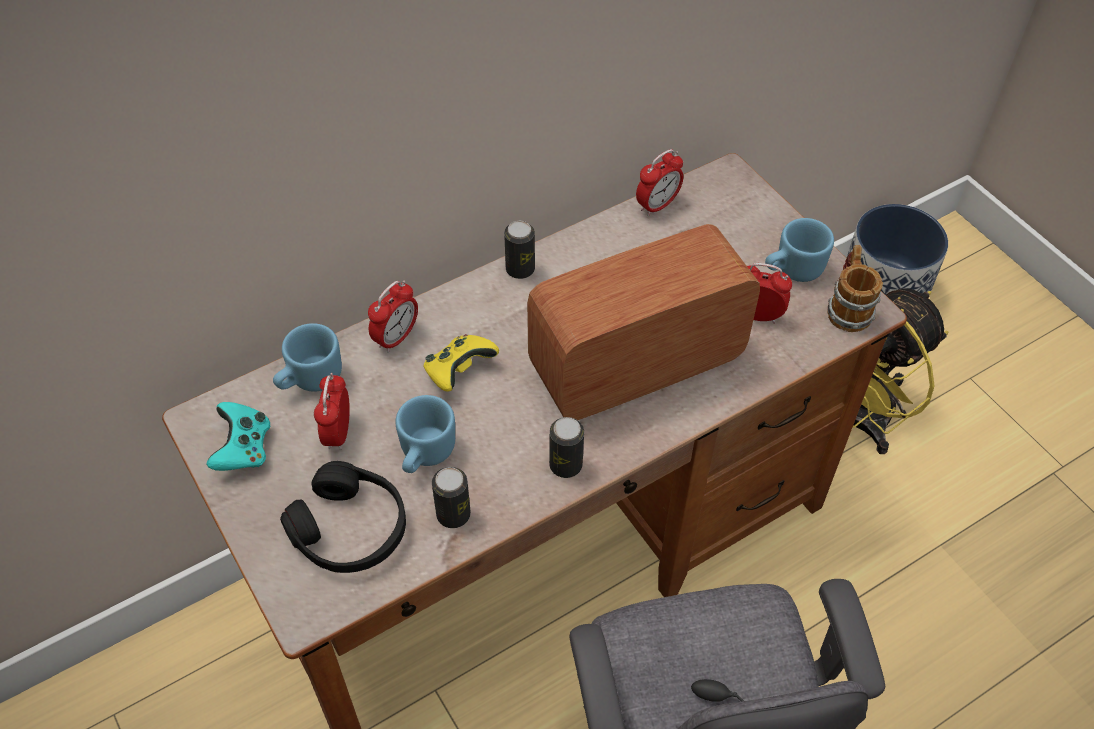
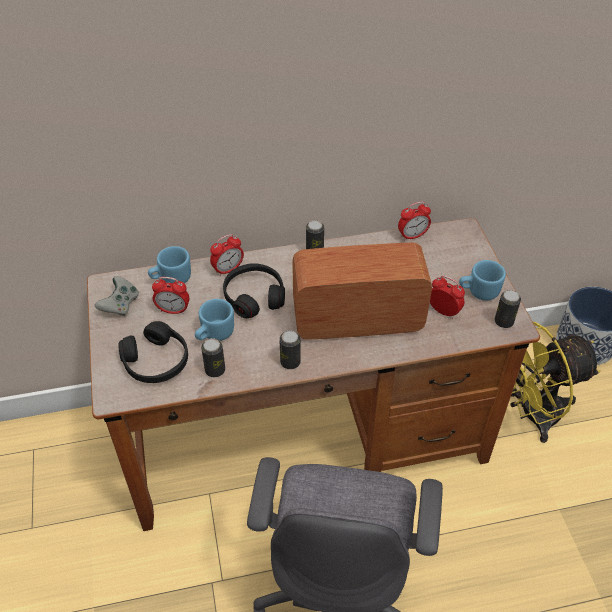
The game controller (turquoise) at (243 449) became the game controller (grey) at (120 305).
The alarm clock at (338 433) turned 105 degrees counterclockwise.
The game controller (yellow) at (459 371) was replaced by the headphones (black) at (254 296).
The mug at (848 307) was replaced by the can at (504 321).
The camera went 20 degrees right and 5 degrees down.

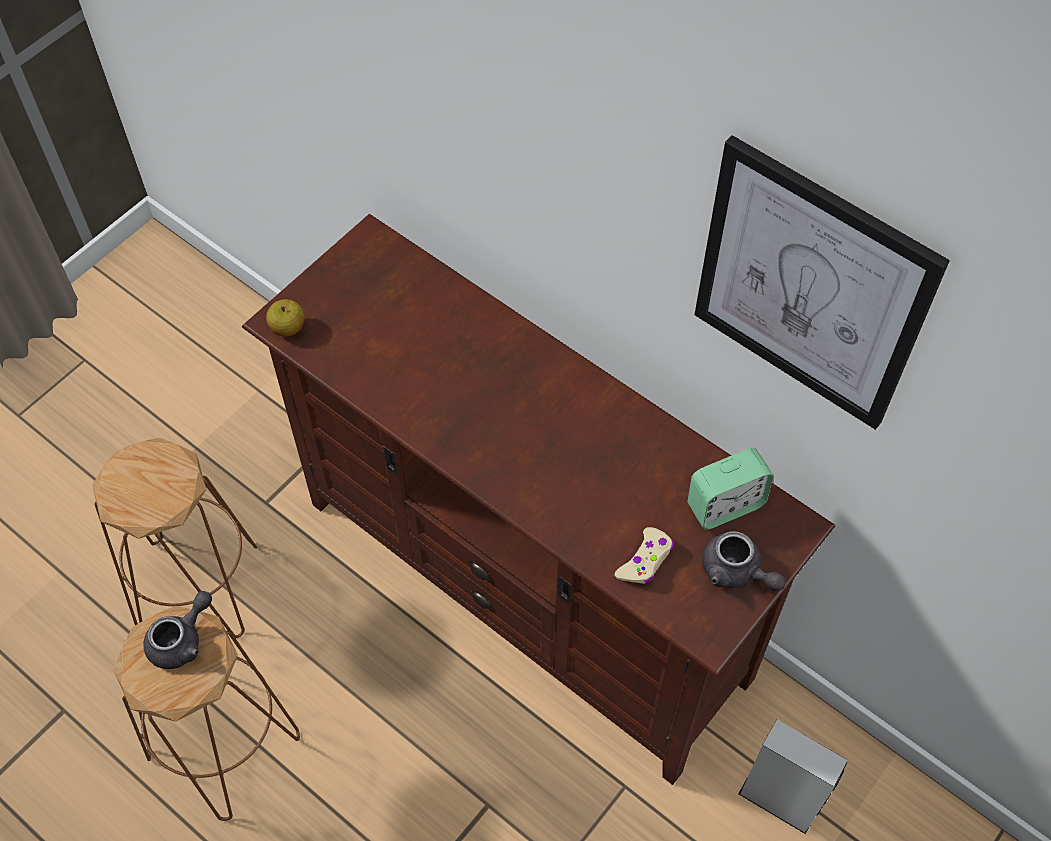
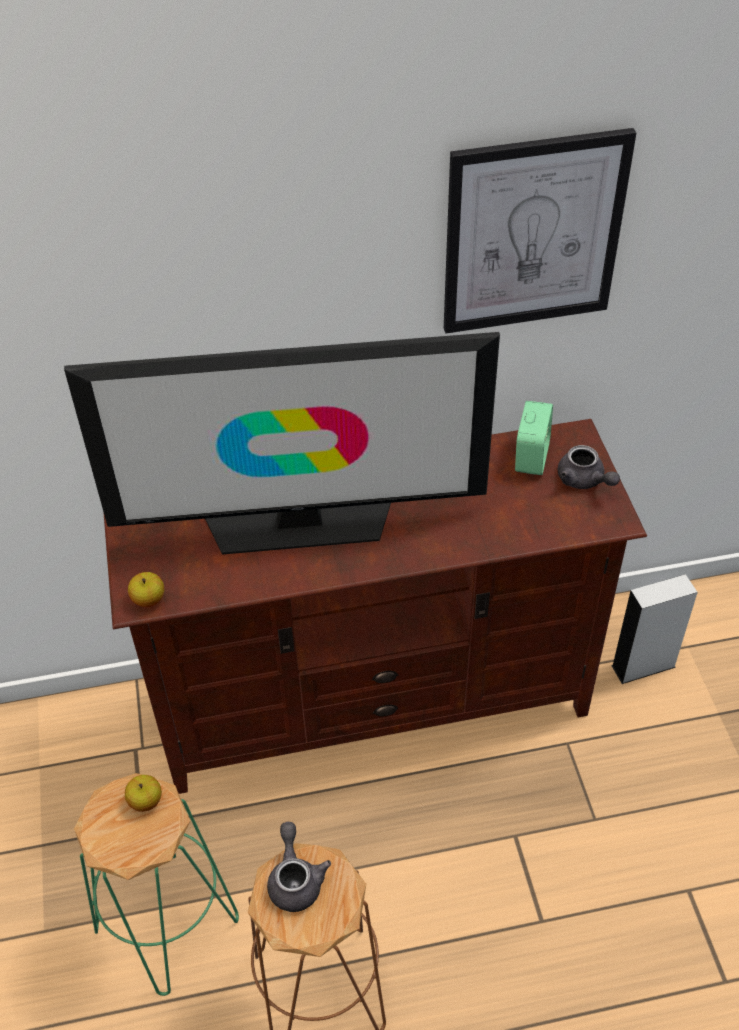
The television at (299 522) appeared.
The stool (brown) at (199 588) became the stool (green) at (168 922).
The apple at (145 801) appeared.
The teapot (grey) at (737 572) turned 60 degrees clockwise.
The game controller (beige) at (645 561) disappeared.
The camera went 50 degrees left and 10 degrees down.

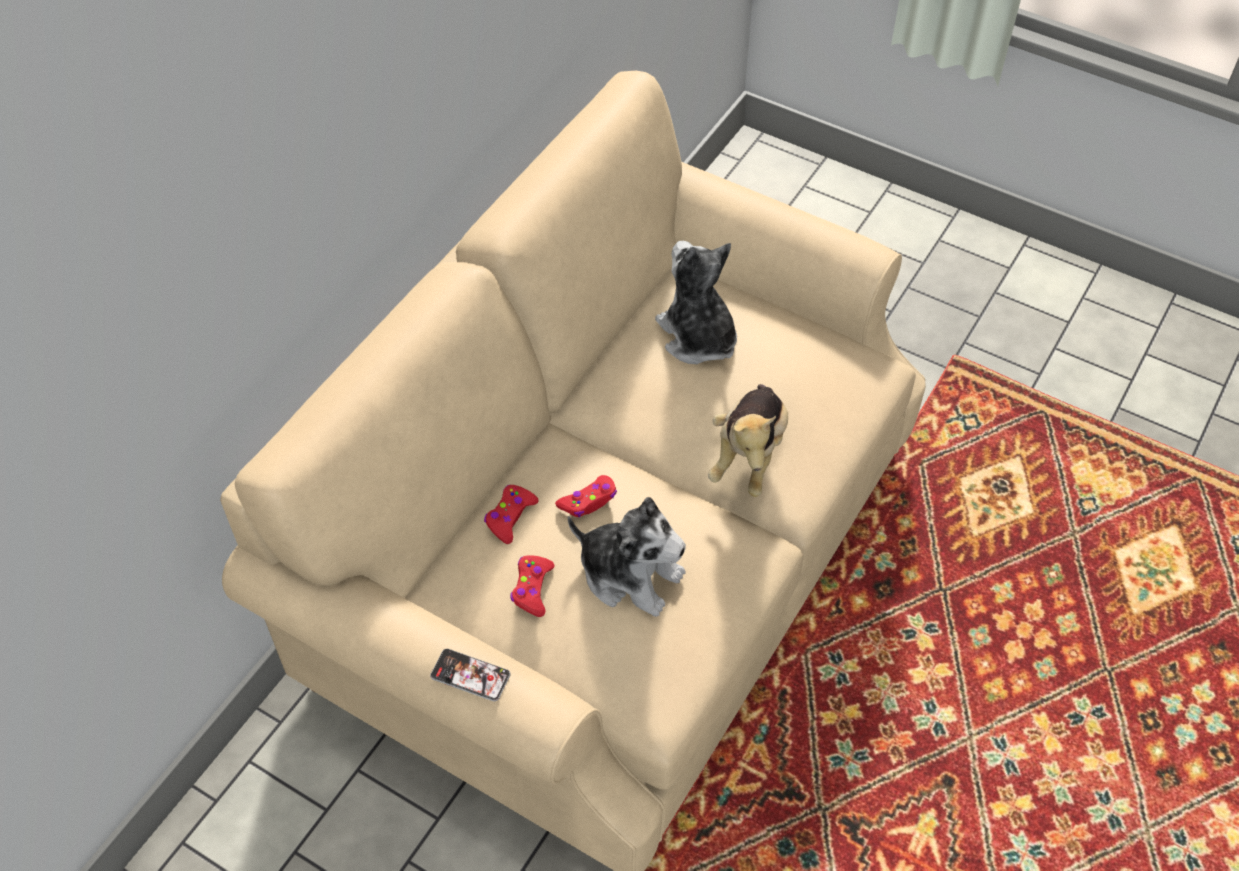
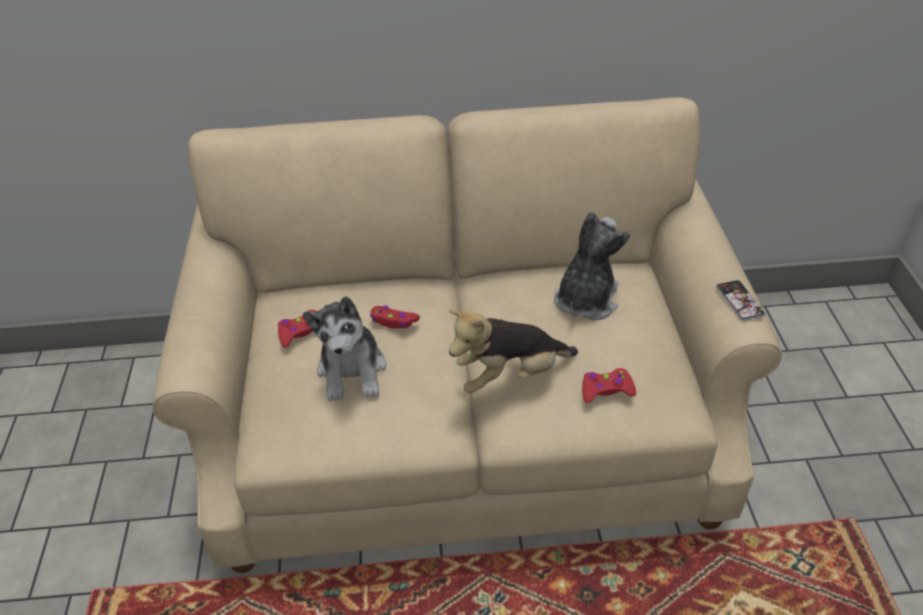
The game controller (red) moved from (510 517) to (606 390).
The phone moved from (470 675) to (739 301).
The camera went 55 degrees right and 10 degrees down.

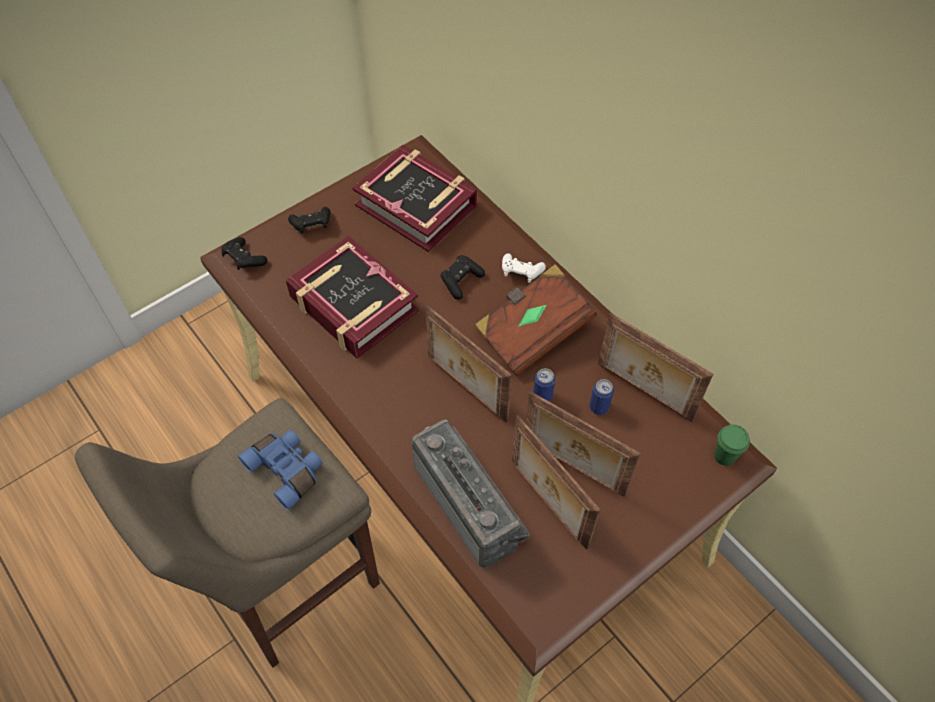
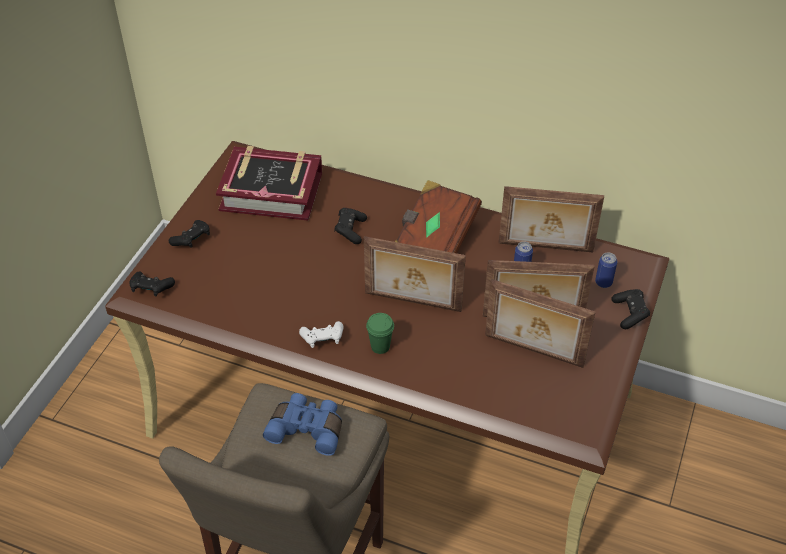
The game controller (white) moved from (521 273) to (323 340).
The cup (green) moved from (724 456) to (380 346).
The can moved from (542 396) to (603 282).
The game controller (black) at (630 313) appeared.
The book at (353 305) disappeared.
The radio at (471 503) disappeared.
The camera went 30 degrees left and 10 degrees down.

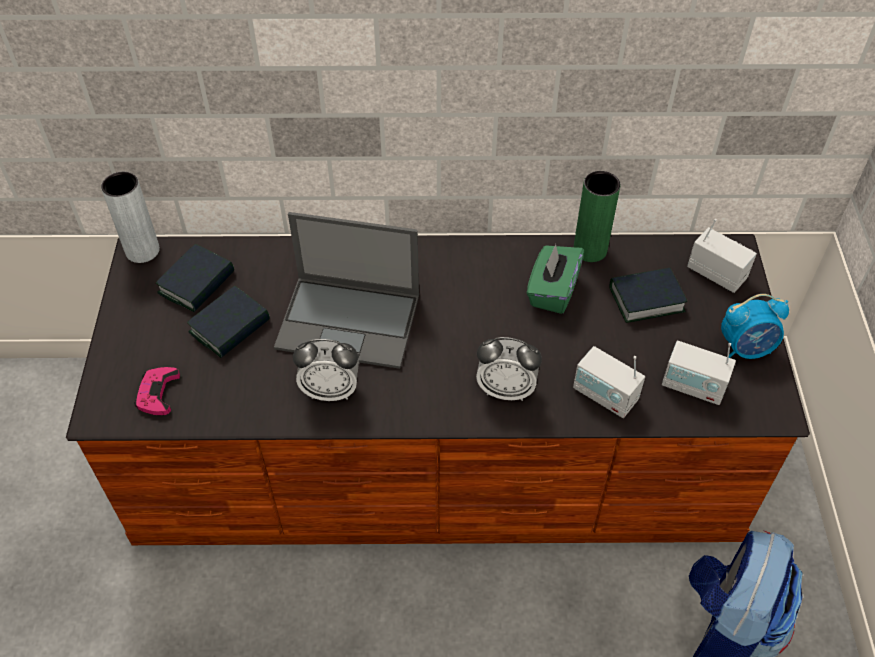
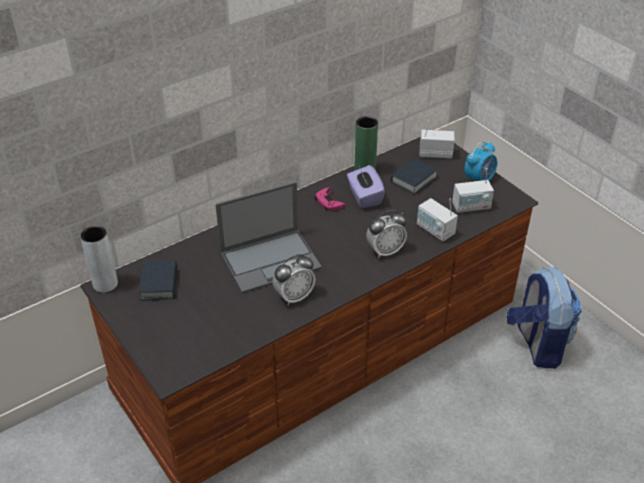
The game controller (pink) moved from (158 393) to (329 202).
The tissue box (green) at (552 291) became the tissue box (purple) at (364 197).
The radio at (605 396) turned 45 degrees clockwise.
The book at (230 327) disappeared.
The camera went 35 degrees left and 10 degrees down.

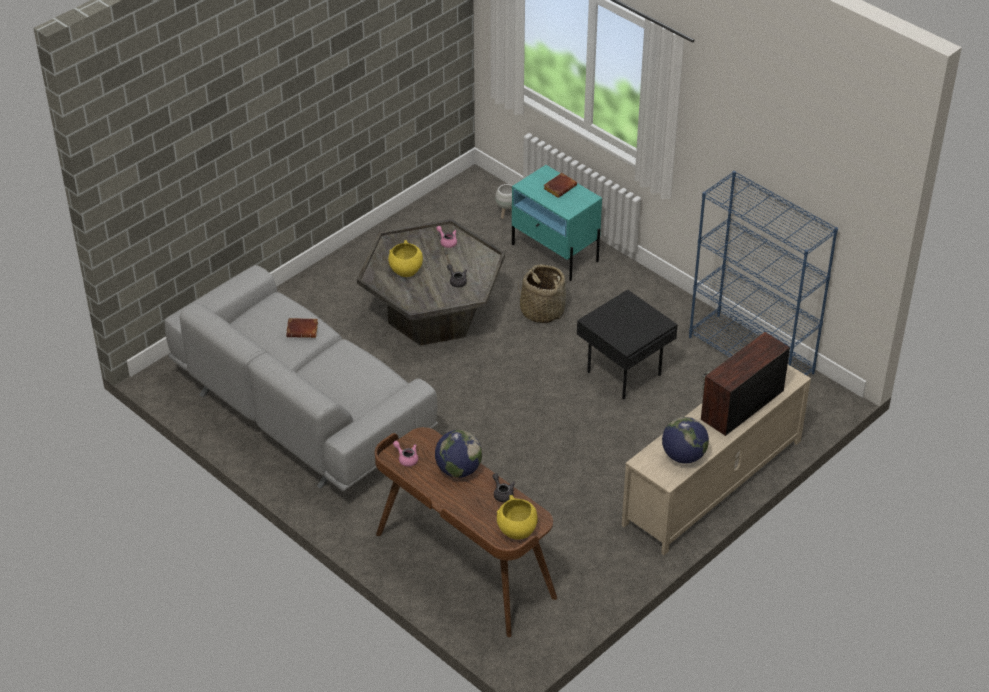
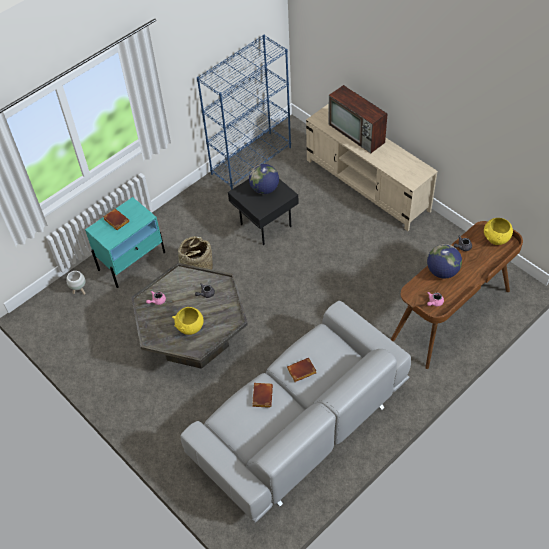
The globe moved from (683 456) to (264 189).
The book (brown) at (301 372) appeared.
The camera went 85 degrees left and 10 degrees up.

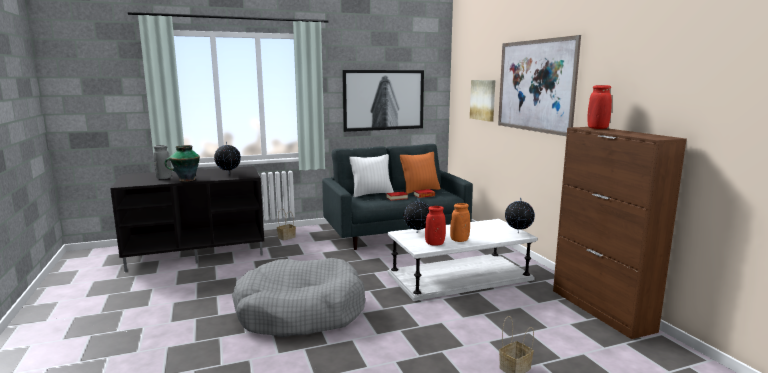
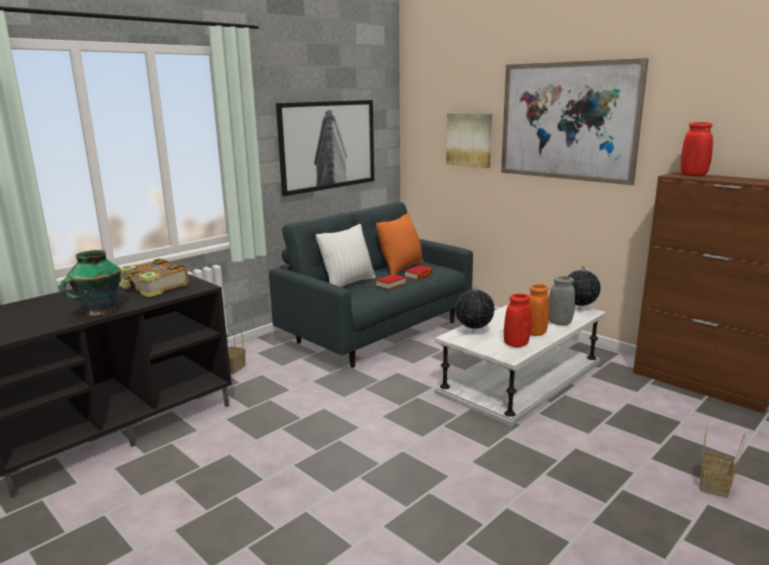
The globe at (228 173) was replaced by the book at (154 287).
The vase (grey) moved from (163 178) to (559 323).
The dog bed (grey) at (300 312) disappeared.
The camera went 25 degrees left and 5 degrees up.

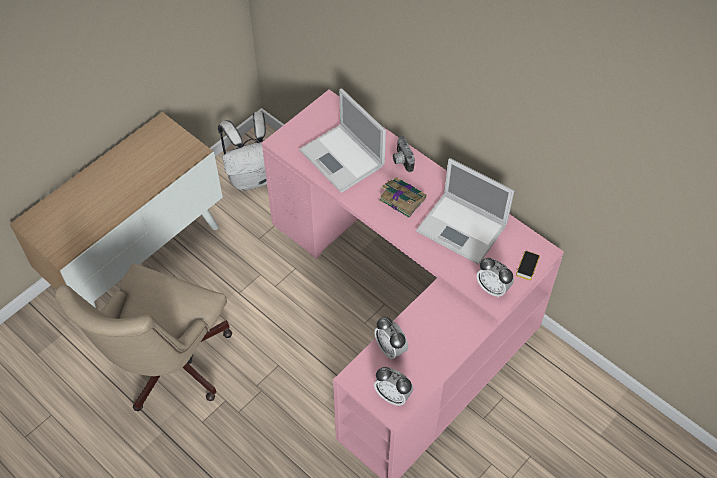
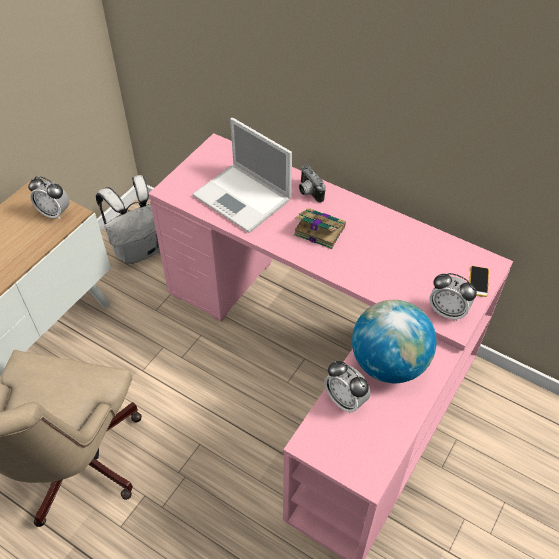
The alarm clock moved from (393 395) to (54 213).
The globe at (388 363) appeared.
The laptop at (463 228) disappeared.
The camera went 10 degrees left and 5 degrees down.

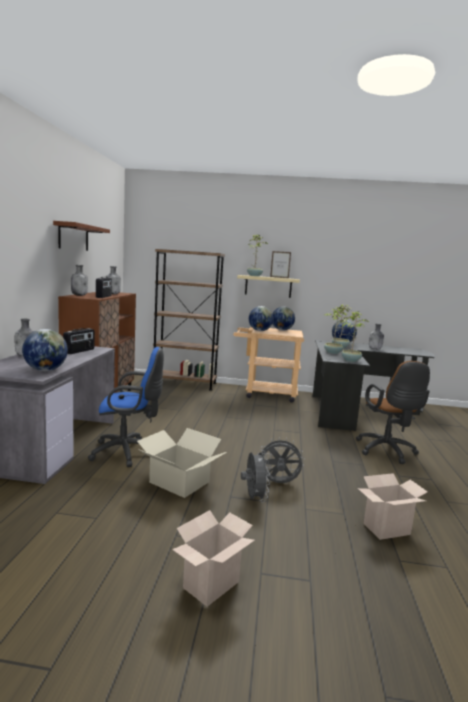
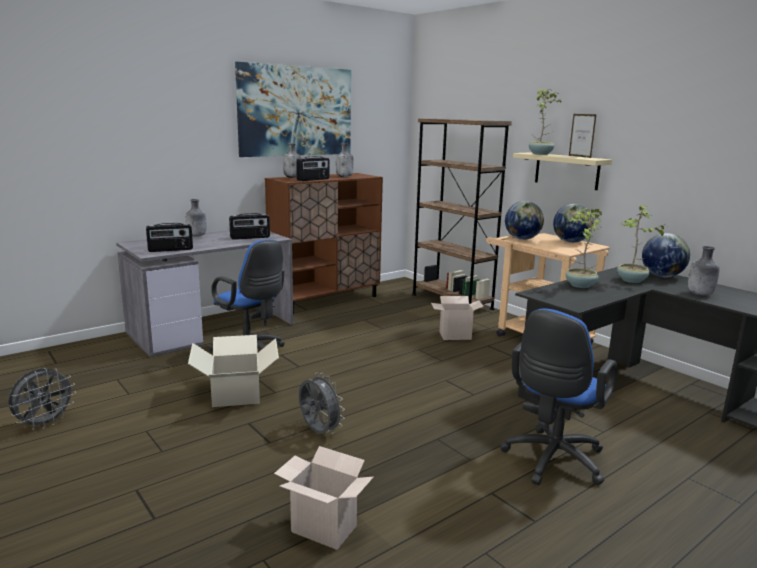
The fan (grey) moved from (253 498) to (45 424).
The globe at (45 370) was replaced by the radio at (170 250).
The shelf (brown) at (73 237) was replaced by the picture at (296 111).
The cardboard box moved from (211 586) to (454 336).
The office chair (brown) at (387 452) became the office chair (blue) at (551 462).
The potted plant at (351 360) disappeared.
The camera went 45 degrees right and 5 degrees up.

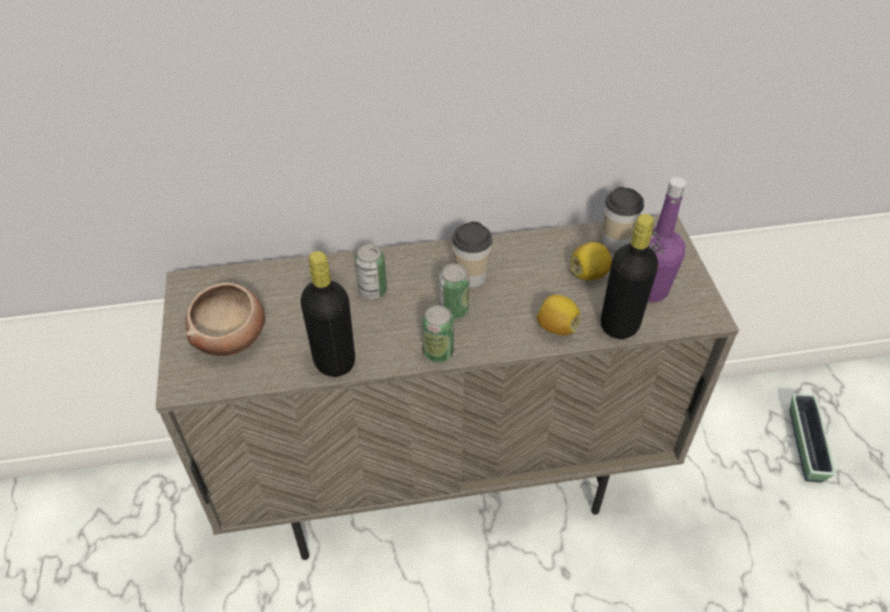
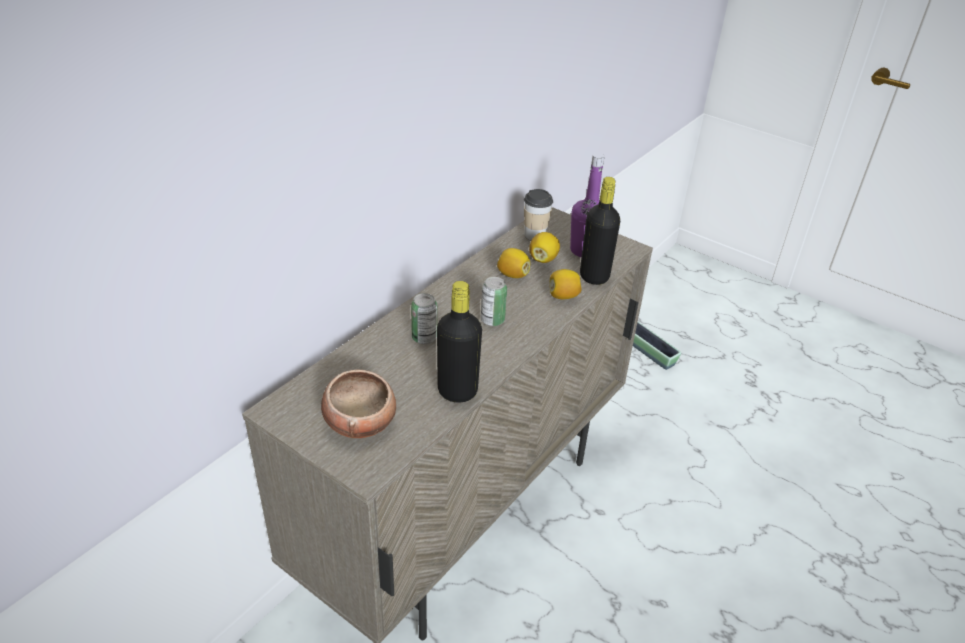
The lemon at (512 275) appeared.
The can at (438 352) disappeared.
The cup at (470 277) disappeared.
The camera went 45 degrees left and 10 degrees down.

